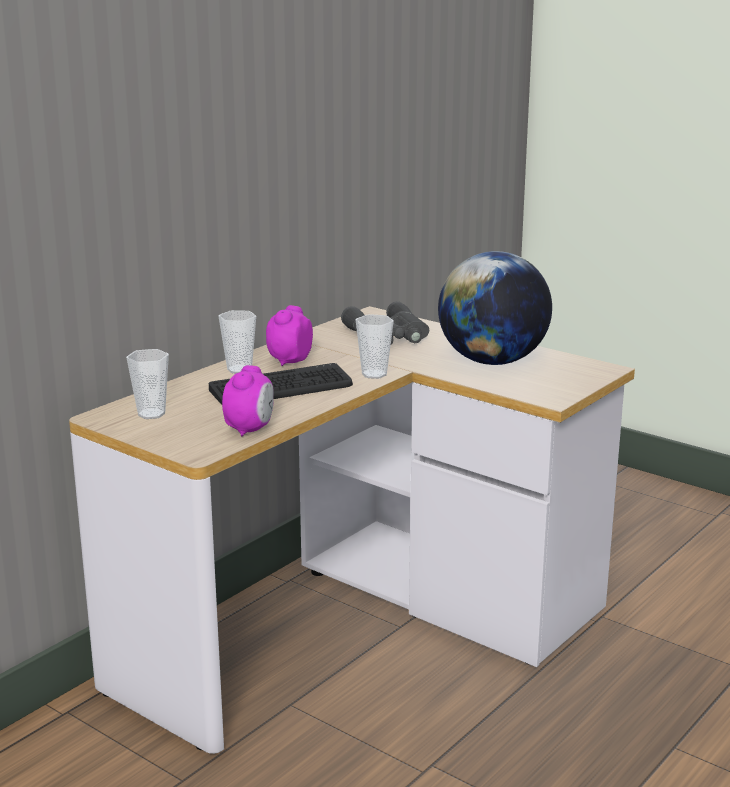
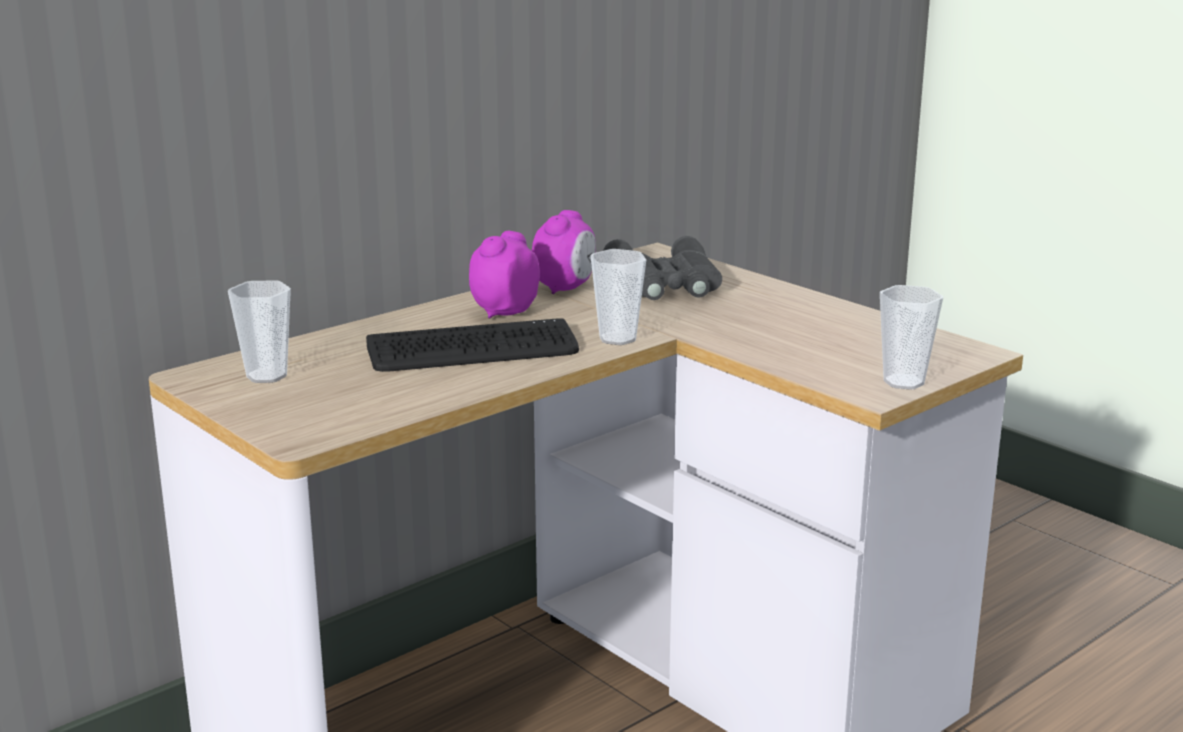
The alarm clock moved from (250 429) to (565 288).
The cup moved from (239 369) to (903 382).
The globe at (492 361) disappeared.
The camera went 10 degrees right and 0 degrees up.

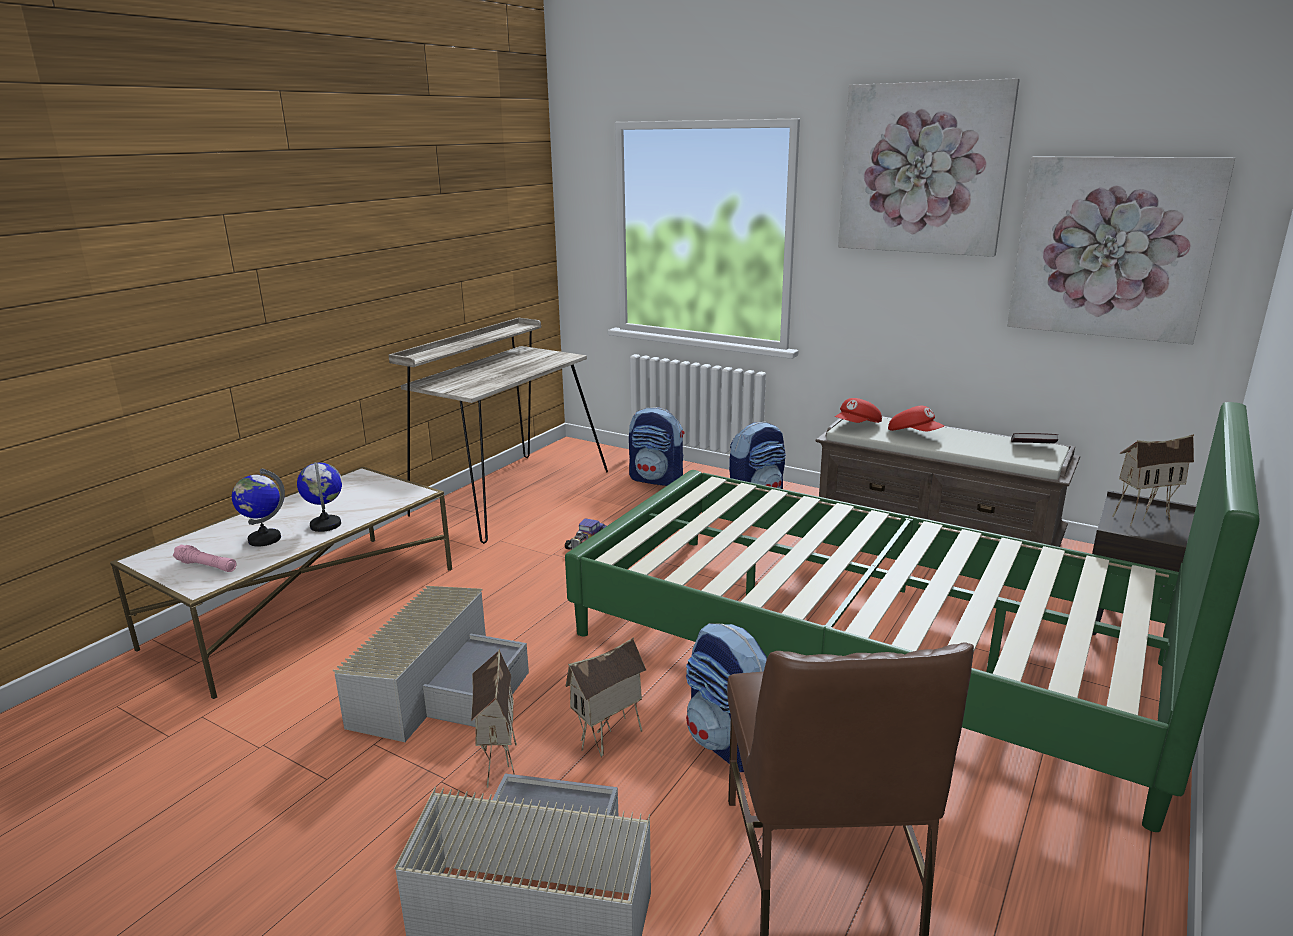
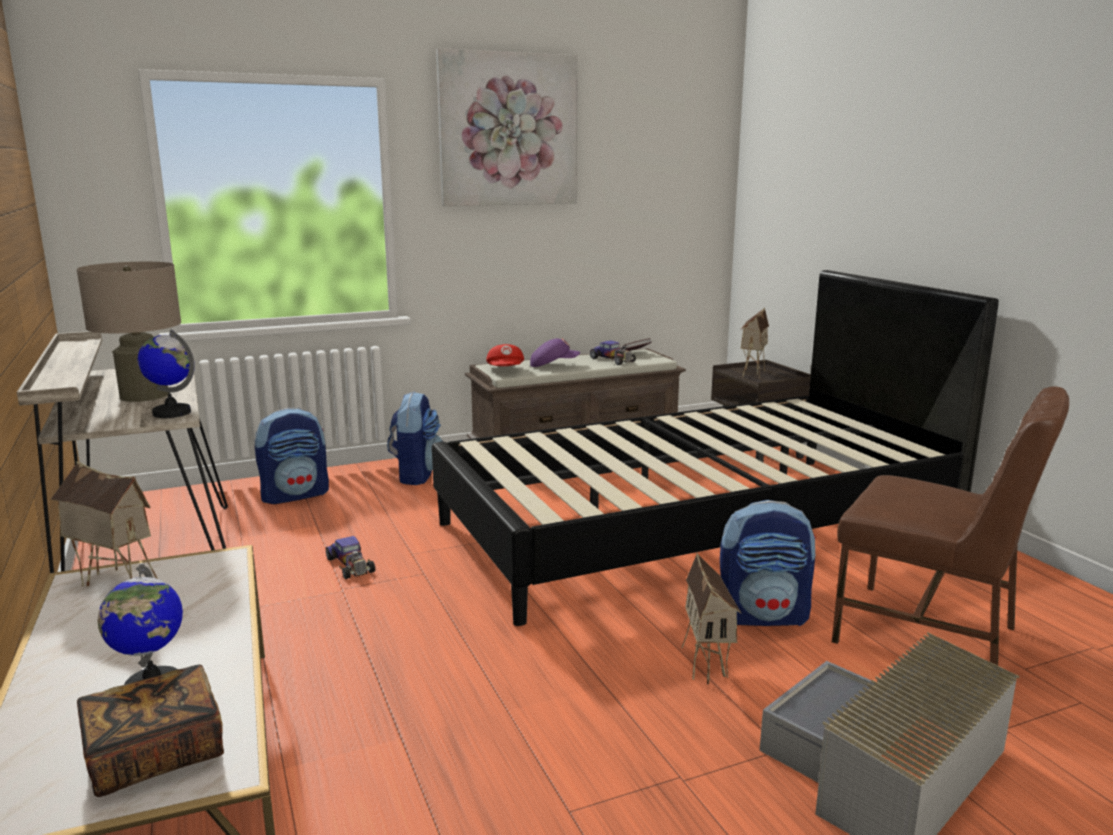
The toy house moved from (497 761) to (114 584).
The table lamp (beige) at (144 395) appeared.
The flashlight (pink) at (206 566) was replaced by the book at (155 754).
The globe moved from (326 525) to (172 413).
The bed (green) at (865 649) became the bed (black) at (697 526).
The cap (red) at (914 434) became the cap (purple) at (553 365).
The toy car at (612 360) appeared.
The storage box (grey) at (440 686) disappeared.
The picture at (1112 248) disappeared.
The camera went 55 degrees left and 5 degrees down.

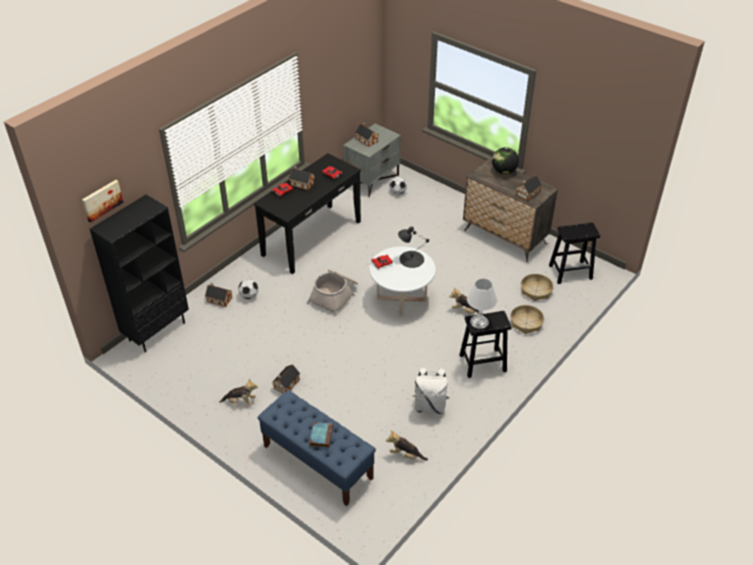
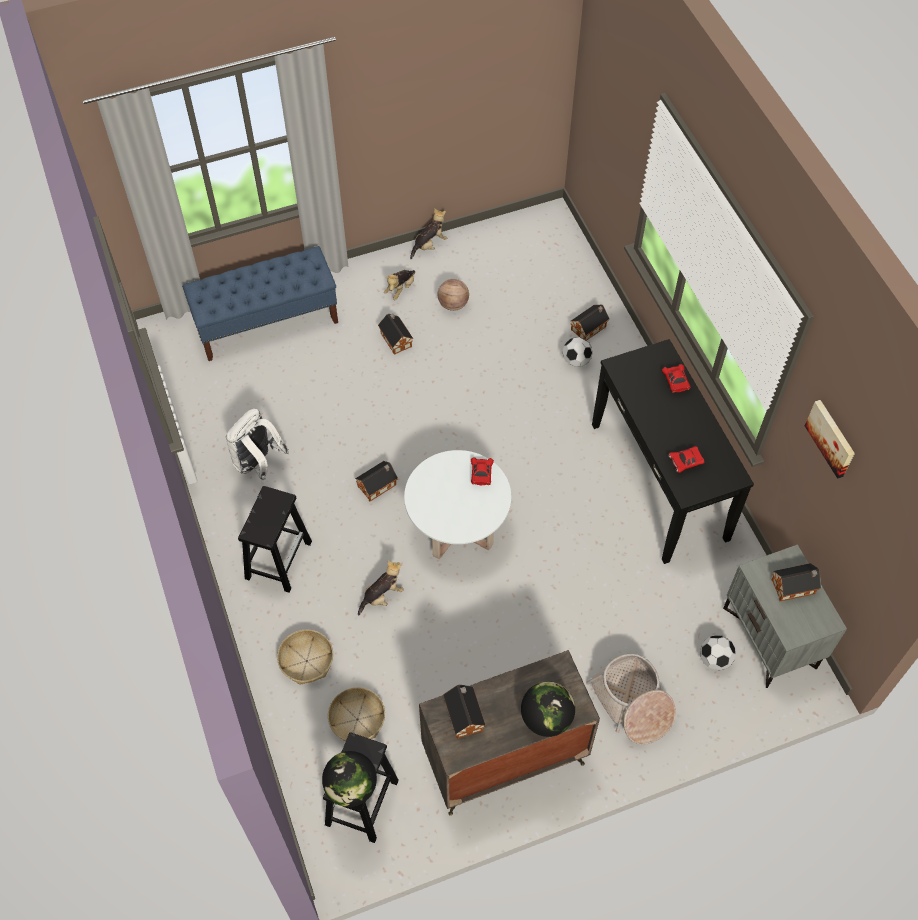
The globe at (351 787) appeared.
The toy house moved from (301 183) to (378 485).
The plush toy moved from (405 455) to (429 245).
The basketball at (453 304) appeared.
The basket moved from (334 296) to (632 703).
The picture moved from (101 200) to (831 438).
The bookcase (black) at (157 331) disappeared.
The book at (321 435) disappeared.
The table lamp (black) at (411 259) disappeared.
The table lamp (white) at (479 321) disappeared.
The camera went 120 degrees right and 15 degrees up.

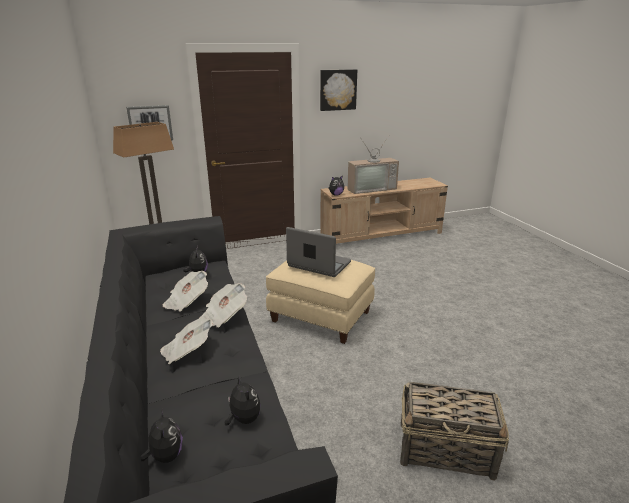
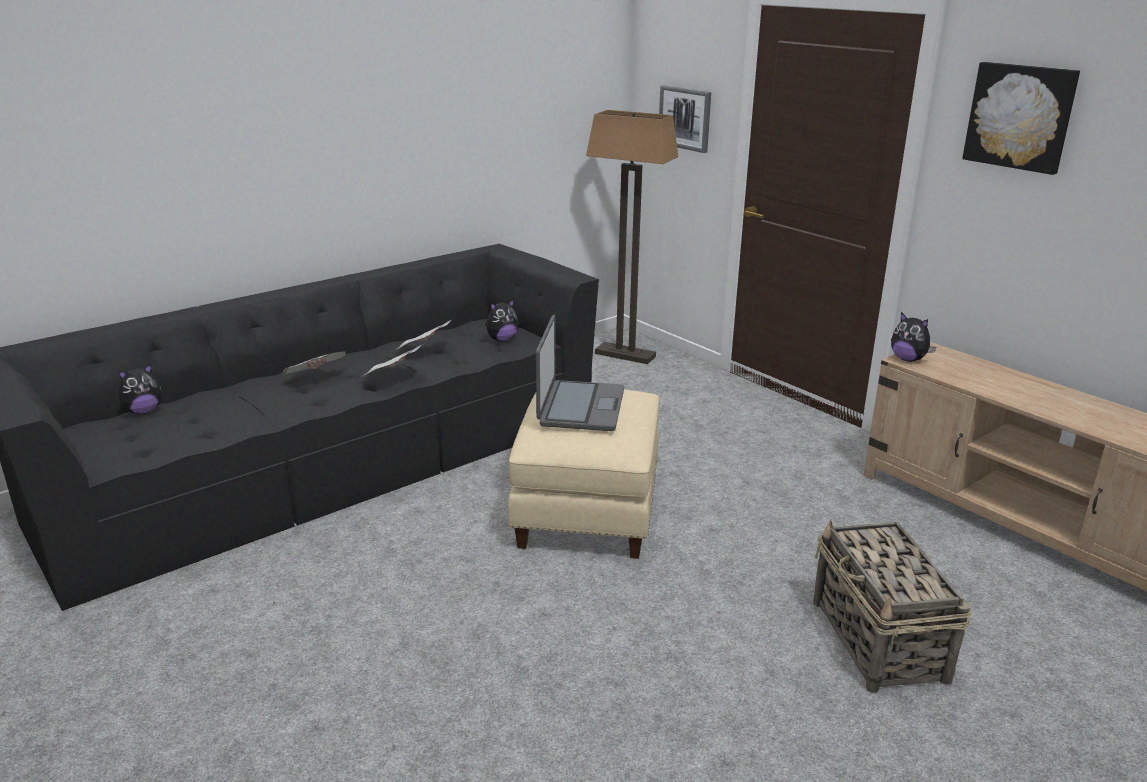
The basket moved from (446 450) to (879 641).
The plush toy at (243 419) disappeared.
The television at (371 188) disappeared.
The camera went 70 degrees right and 0 degrees up.

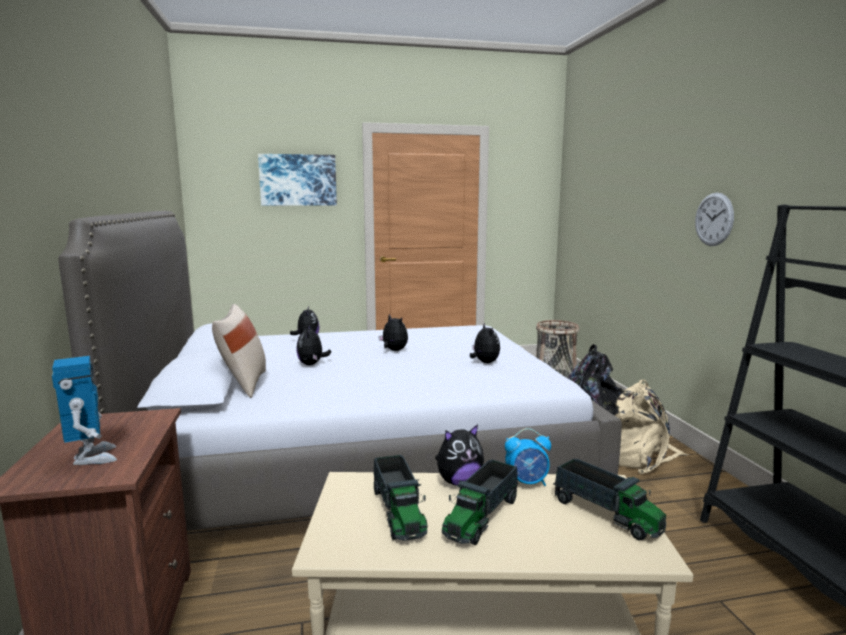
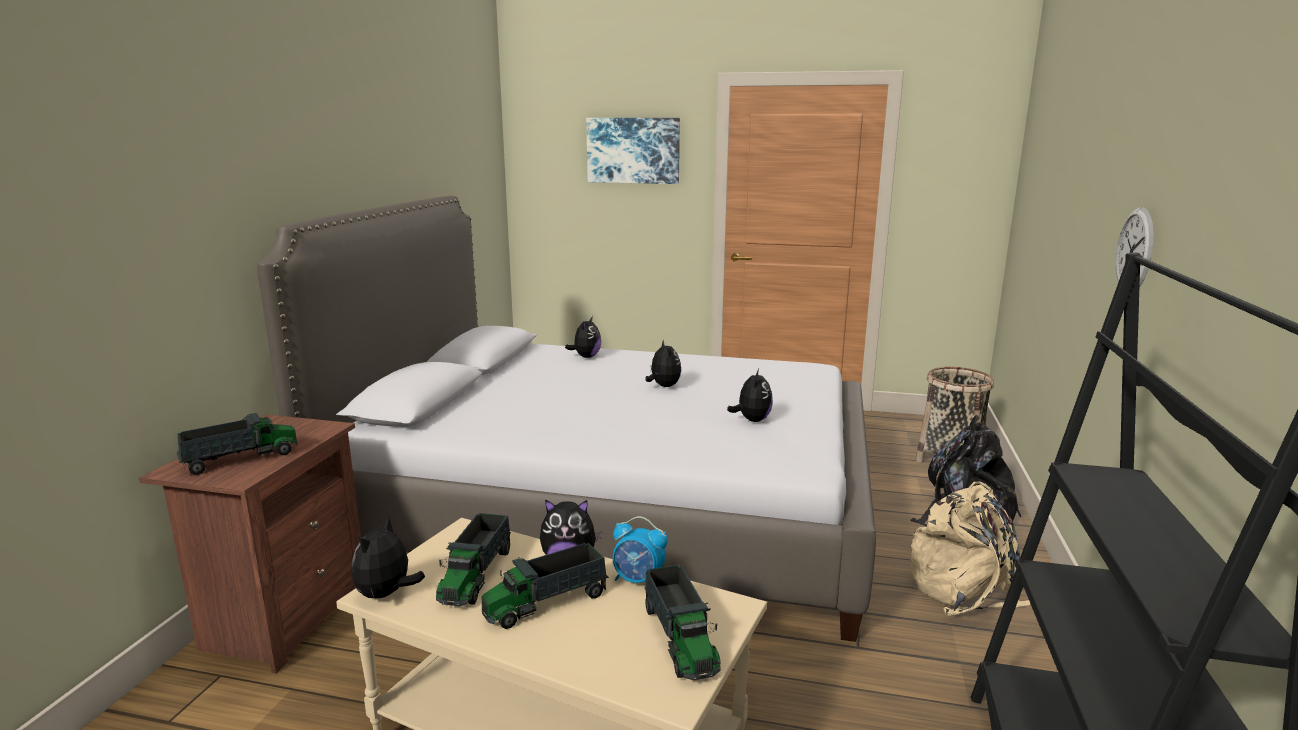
The toy robot at (92 458) was replaced by the toy truck at (240 459).
The plush toy moved from (312 364) to (386 594).
The pillow (beige) at (243 384) disappeared.
The camera went 25 degrees right and 5 degrees up.

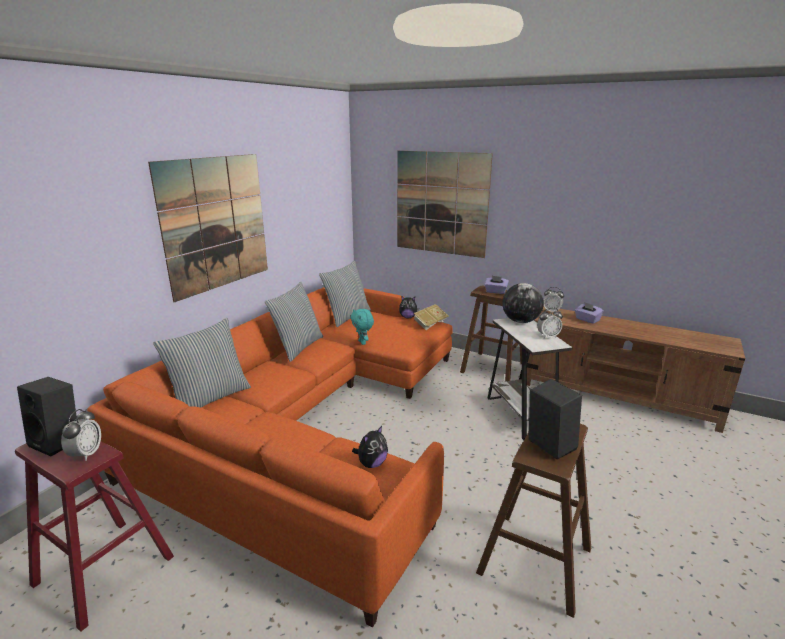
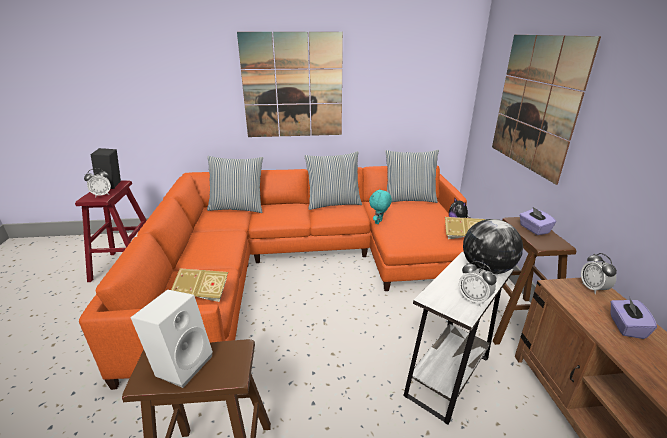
The speaker (black) at (548 446) became the speaker (white) at (182 363).
The plush toy at (371 463) was replaced by the book at (202 294).
The camera went 55 degrees right and 5 degrees up.

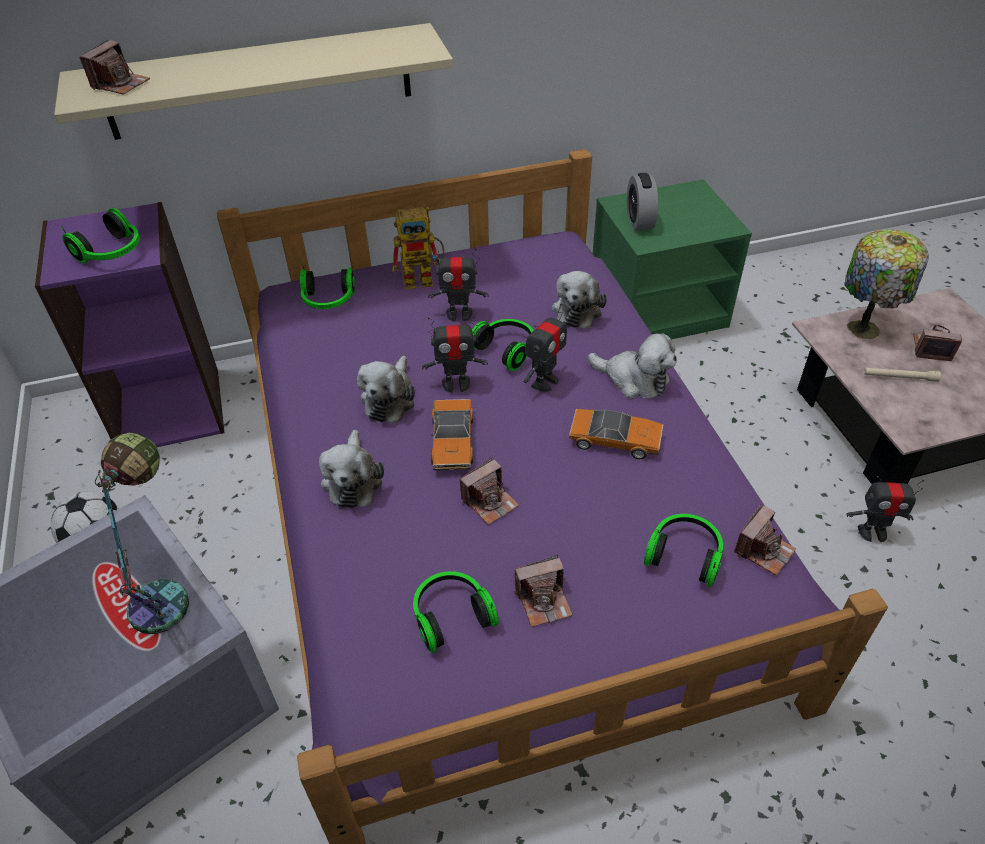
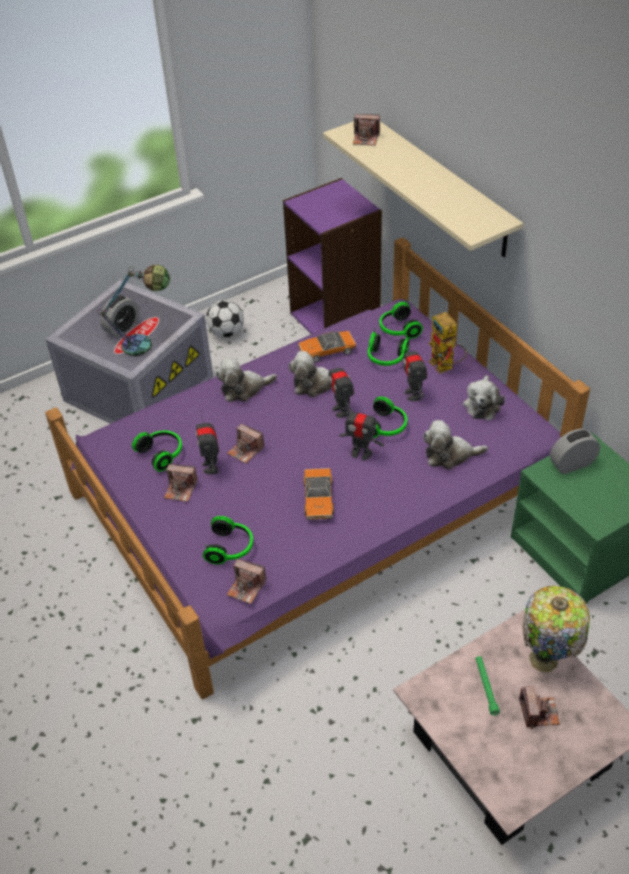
The alarm clock at (122 328) appeared.
The photo camera at (543 601) turned 45 degrees counterclockwise.
The toy robot moved from (872 532) to (211 466).
The toy car moved from (452 442) to (327 351).
The headphones moved from (113 253) to (386 358).
The plush toy moved from (634 379) to (482 405).
The flashlight (beige) at (899 377) became the flashlight (green) at (486 687).
The camera went 75 degrees right and 0 degrees up.

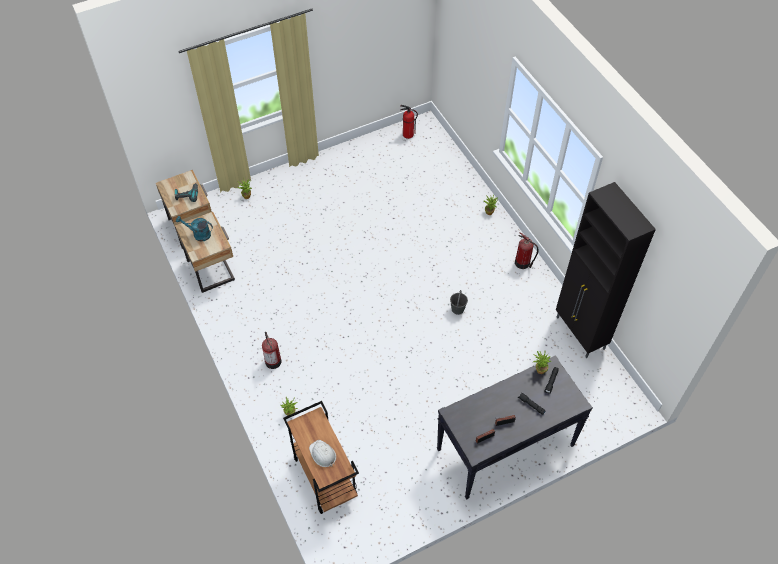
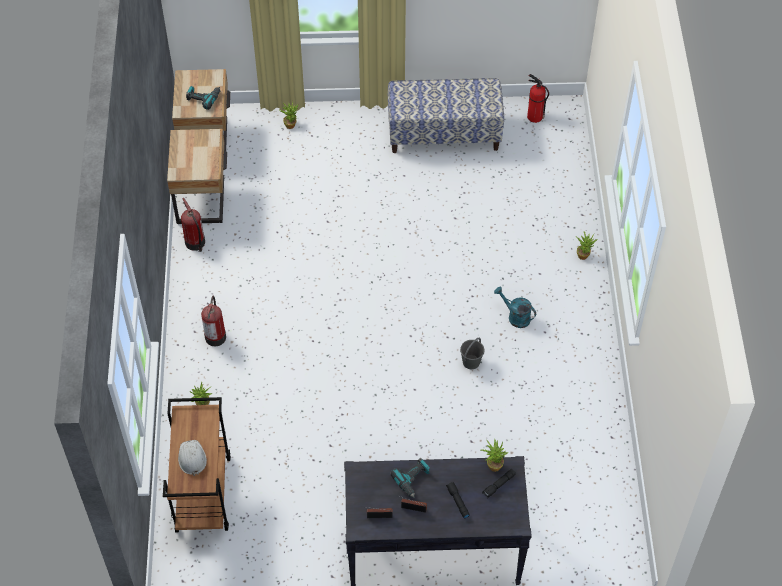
The fire extinguisher moved from (523 263) to (195 243).
The bench at (444 134) appeared.
The power drill at (413 480) appeared.
The watering can (turquoise) moved from (198 234) to (515 316).
The cabinet (black) at (580 334) disappeared.
The camera went 25 degrees right and 0 degrees up.

